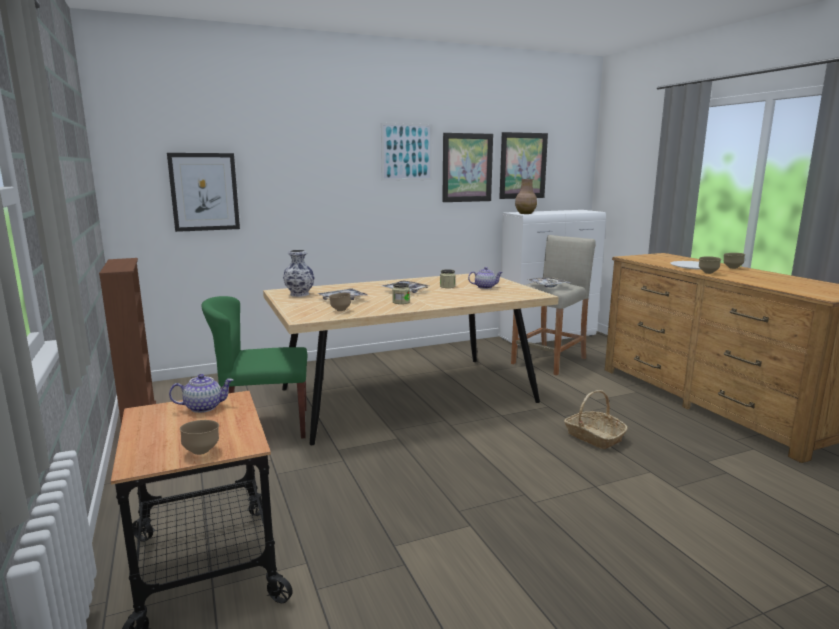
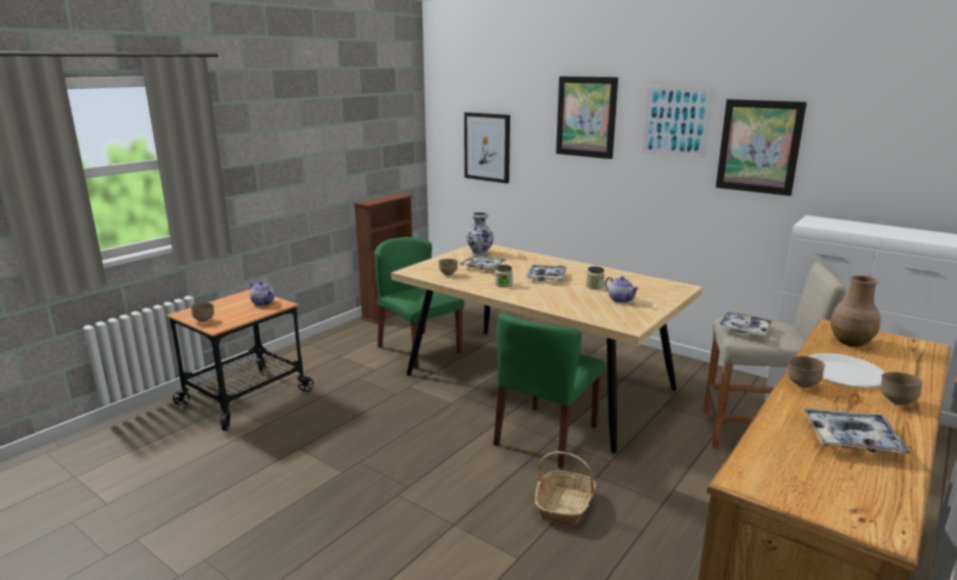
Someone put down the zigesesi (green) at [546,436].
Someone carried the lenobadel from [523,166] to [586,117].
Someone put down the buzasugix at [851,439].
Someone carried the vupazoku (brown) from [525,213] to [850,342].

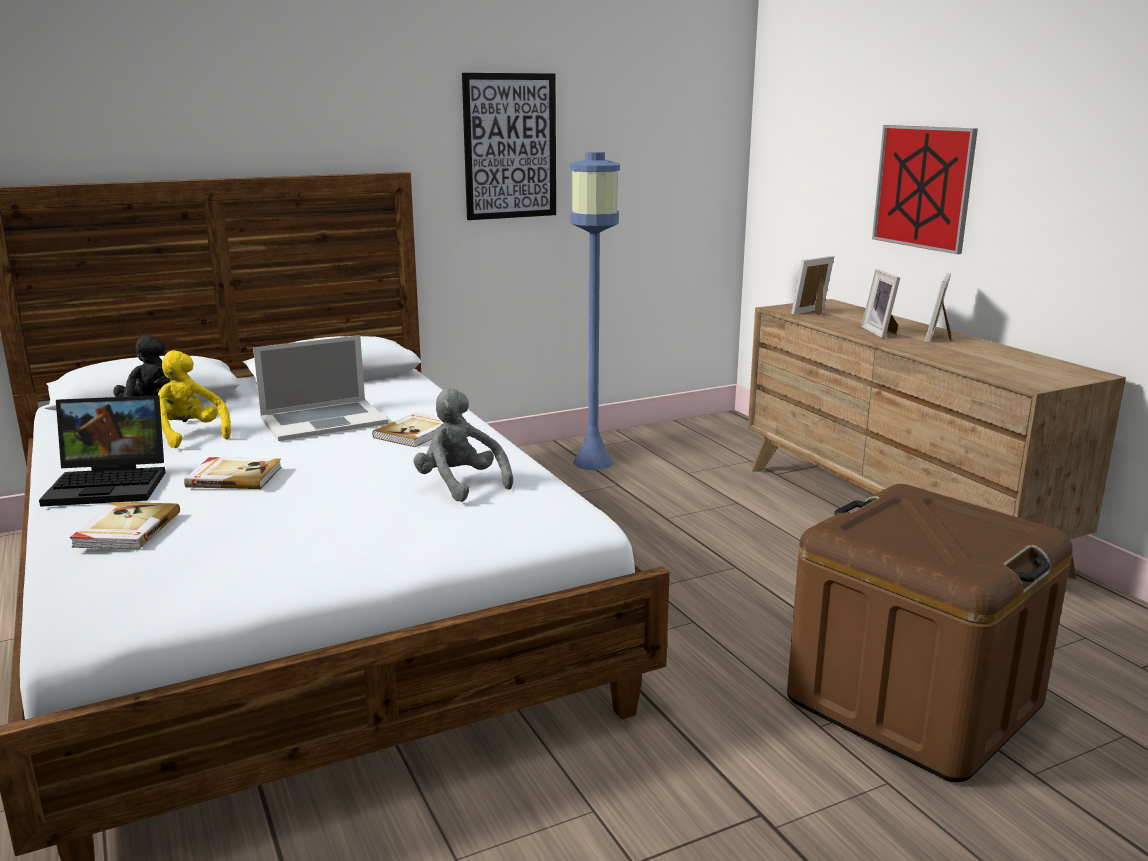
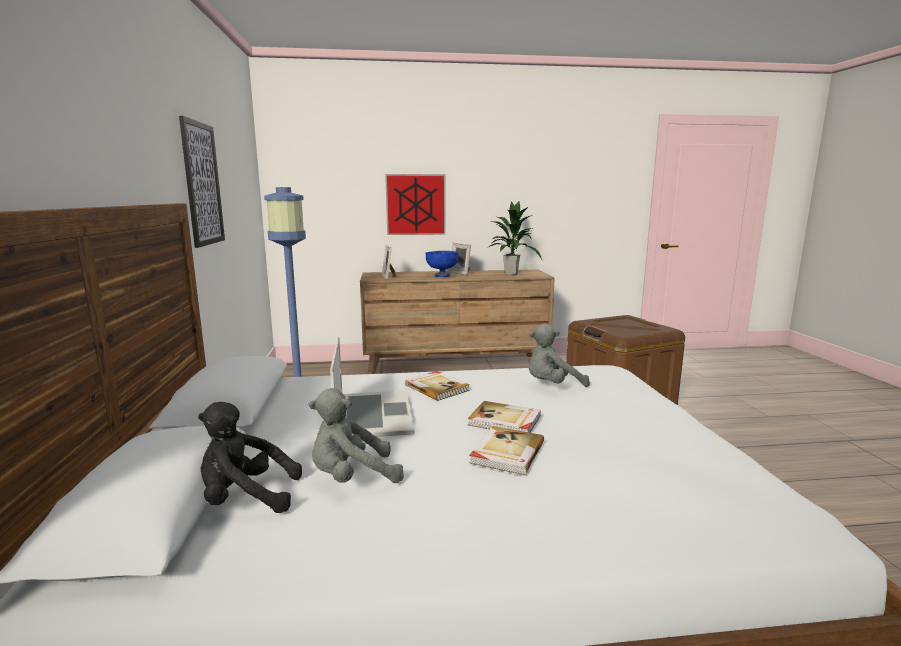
Someone repainted the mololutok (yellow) at [187,435], which became the mololutok (grey) at [352,477].
Someone swapped the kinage at [881,332] for the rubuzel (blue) at [442,276].
Someone carried the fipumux from [126,530] to [504,421].
Someone put down the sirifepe at [510,274].
Someone took away the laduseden at [112,484].

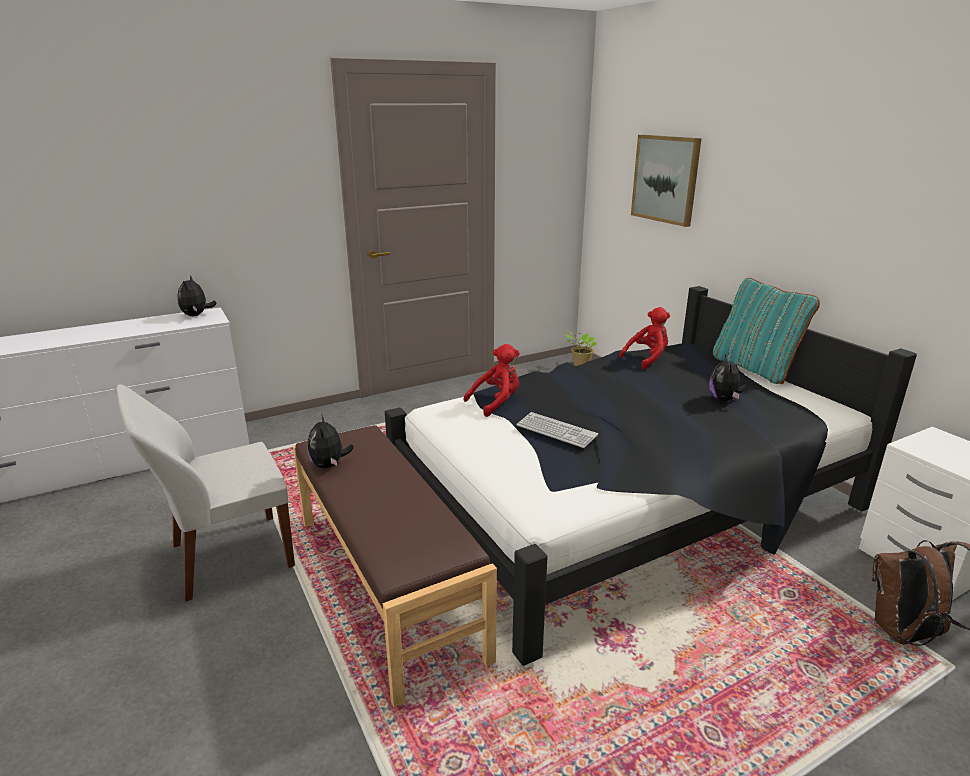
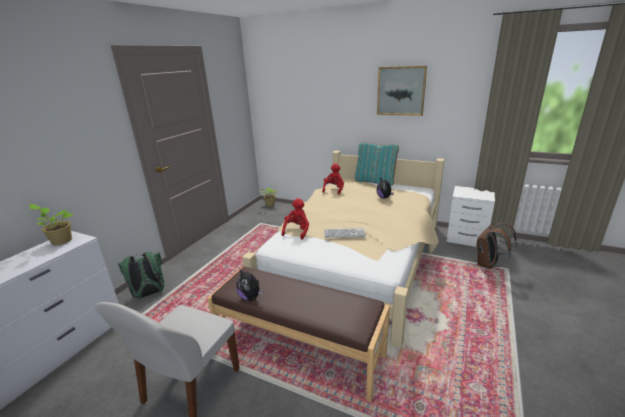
Someone swapped the mololutok at [196,315] for the sirifepe at [60,241].
Someone put down the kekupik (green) at [149,294].
Someone repainted the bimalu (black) at [623,503], which became the bimalu (beige) at [357,260].
Someone carried the lenobadel from [665,179] to [401,91].

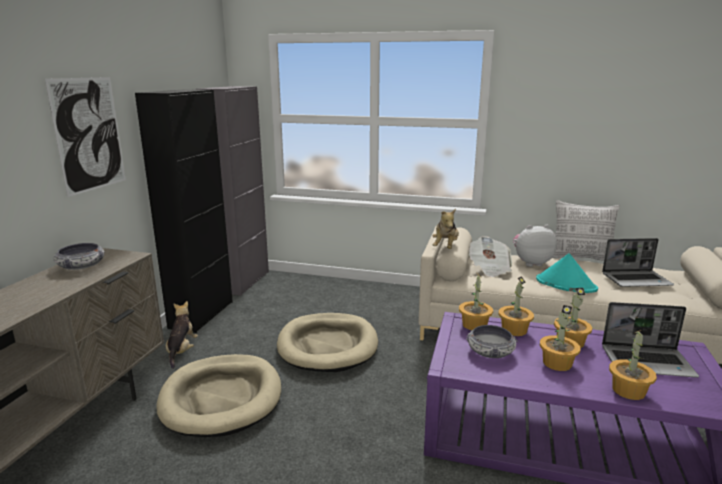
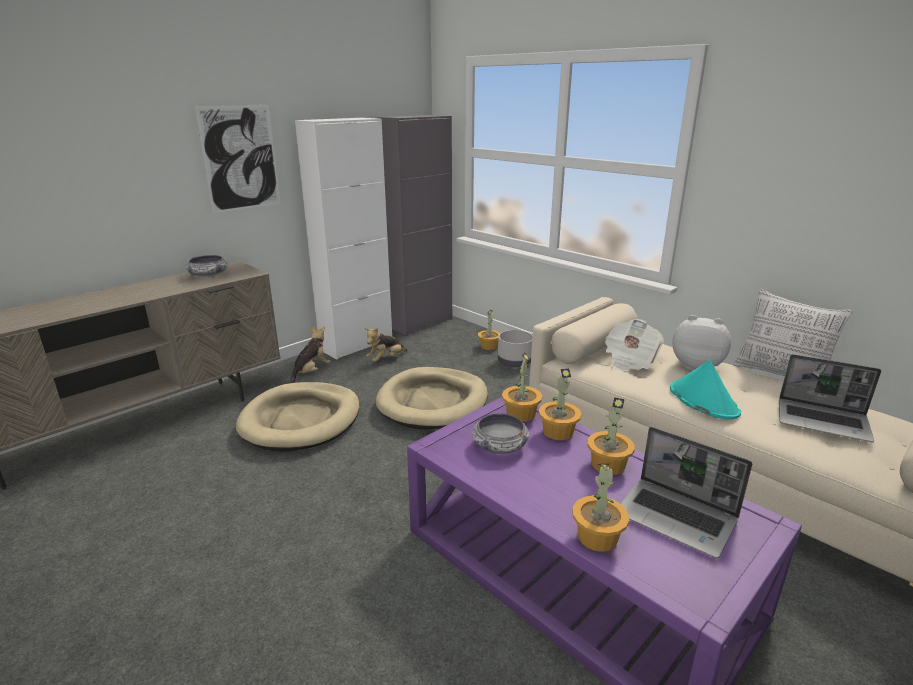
Someone repainted the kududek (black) at [201,314], which became the kududek (white) at [356,344].
Someone carried the mololutok from [445,247] to [386,359].
Someone carried the sirifepe from [557,363] to [489,346].
Someone put down the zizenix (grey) at [514,362].

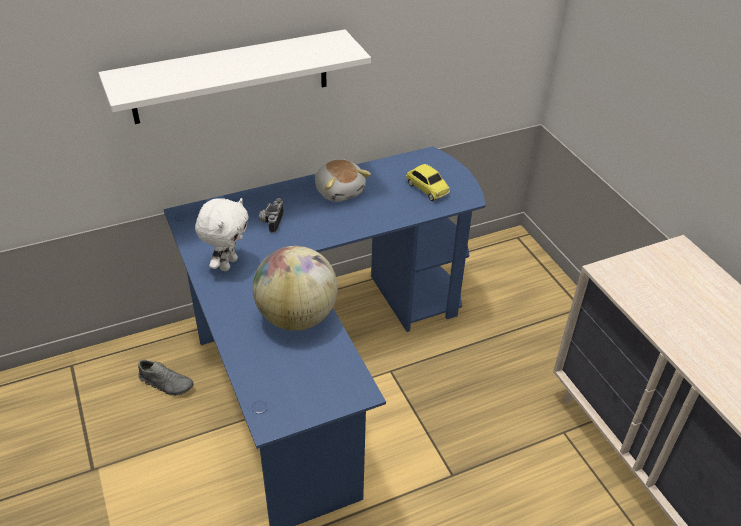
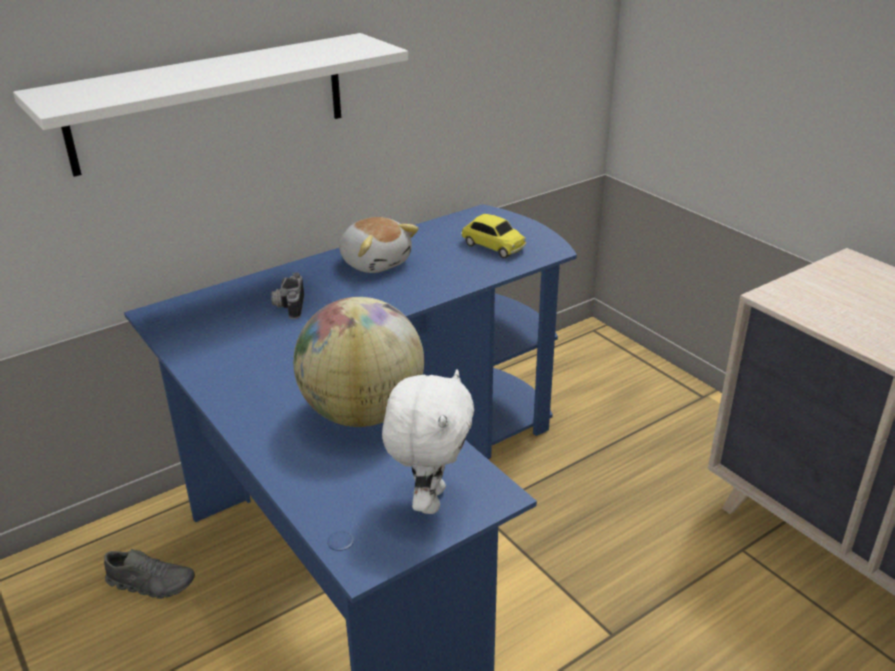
Someone carried the mololutok (white) from [227,264] to [429,499].

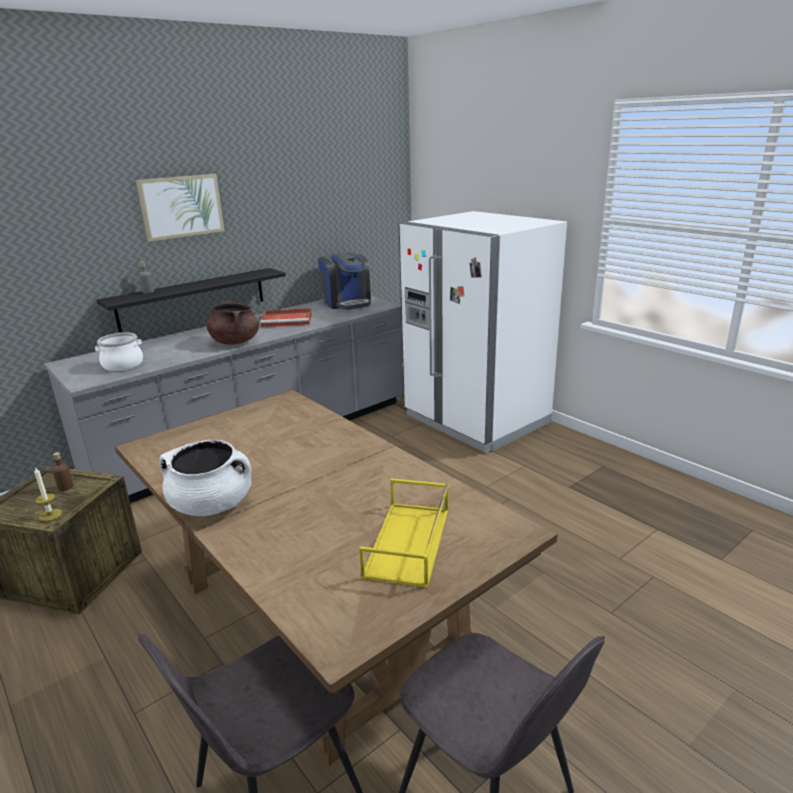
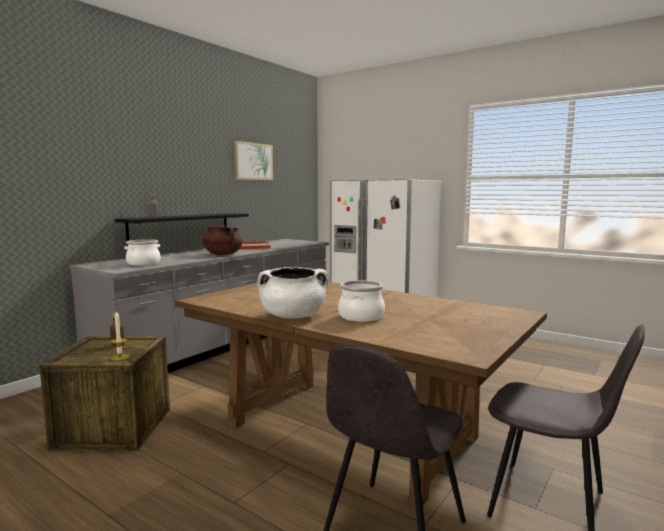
Someone carried the lenobadel from [181,206] to [253,161].
Someone put down the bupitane at [360,316].
Someone took away the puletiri at [347,303].
Someone took away the buzasugix (yellow) at [409,543].

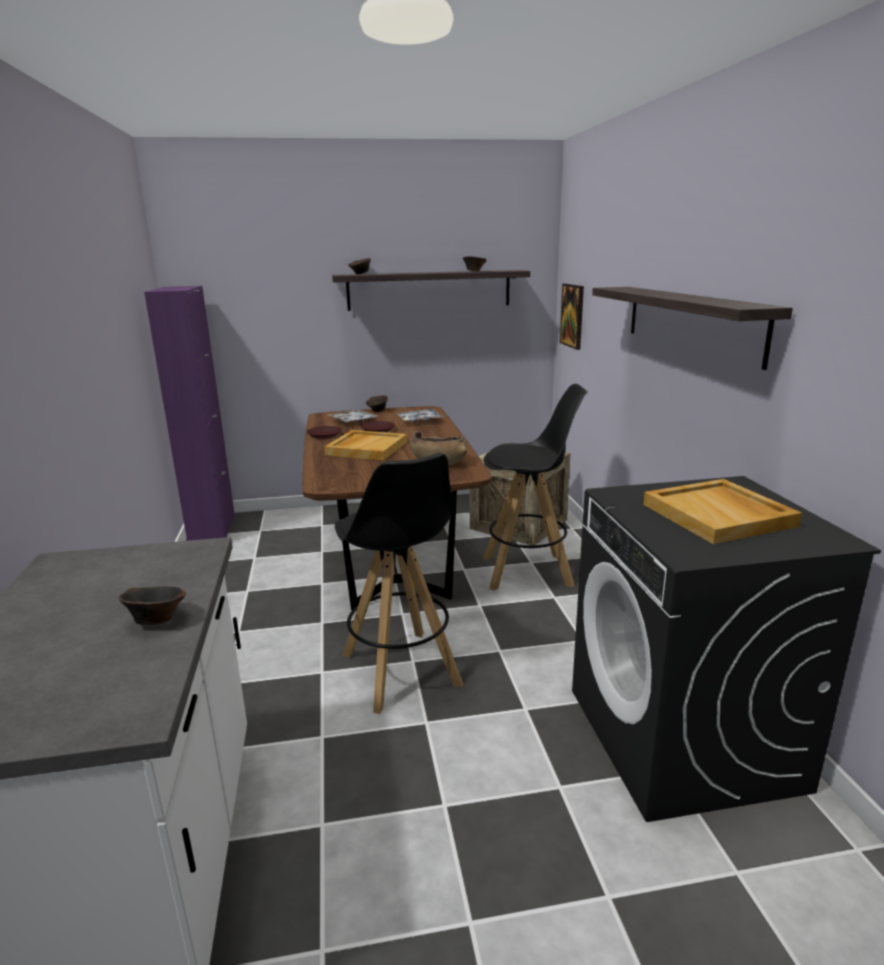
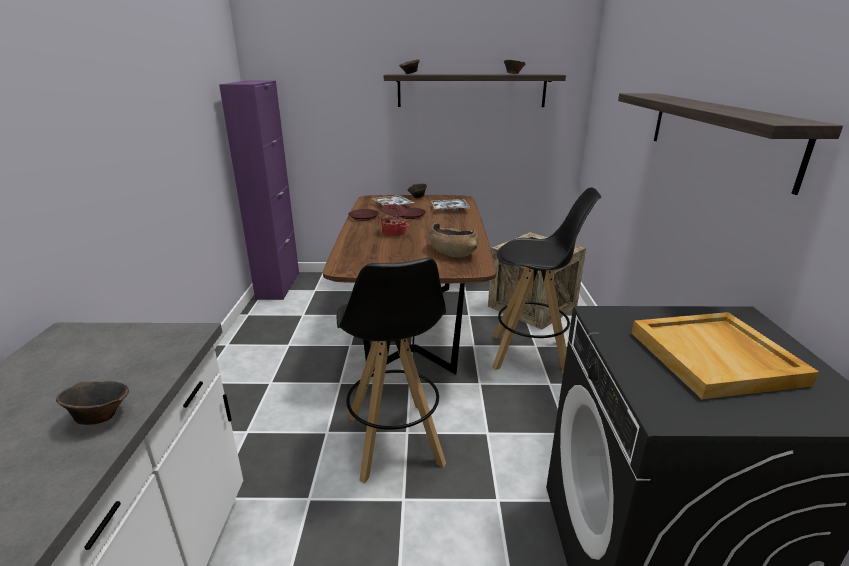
Someone swapped the buzasugix (beige) at [366,448] for the bupitane at [394,233].
Someone took away the lenobadel at [573,315].

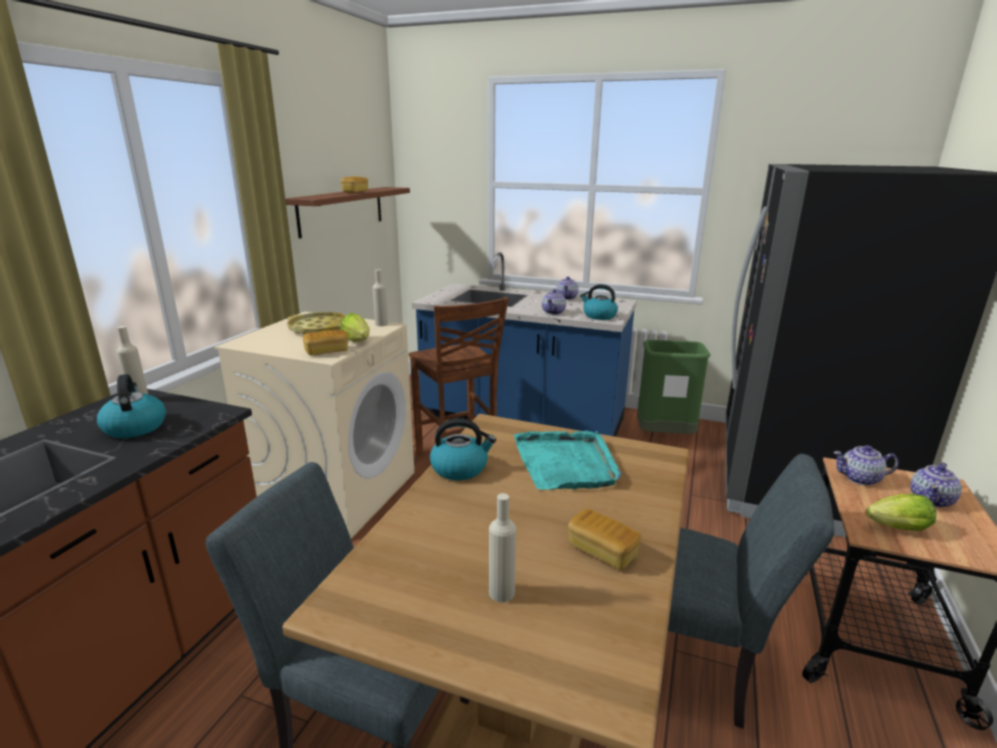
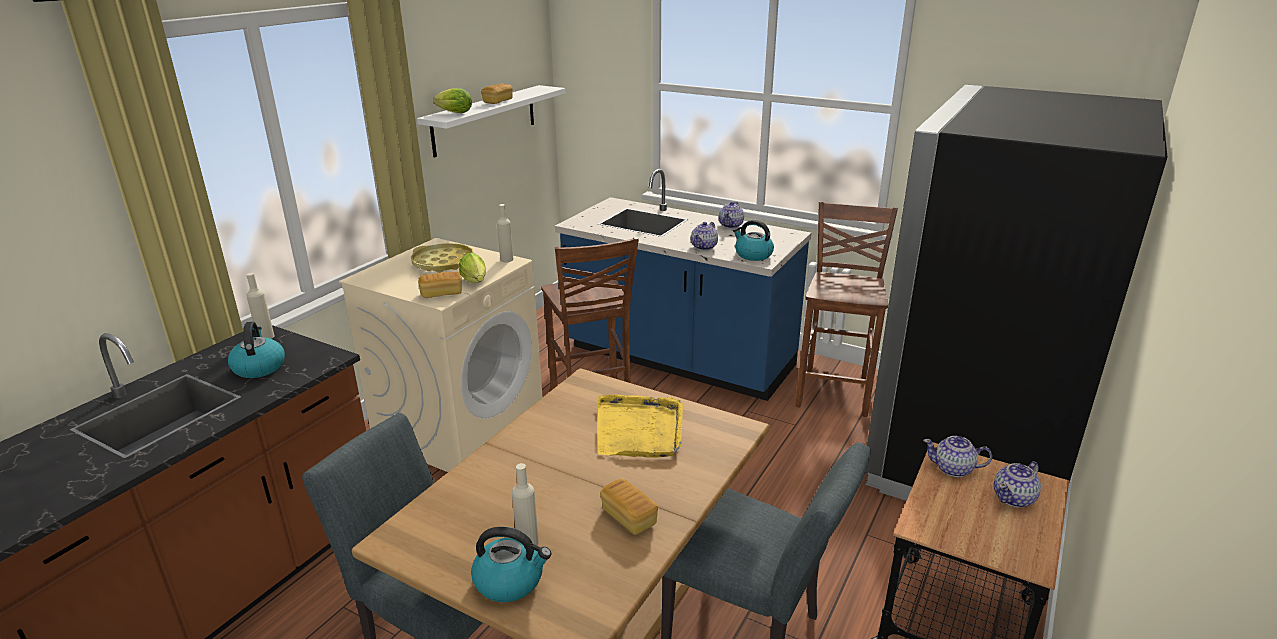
Someone repainted the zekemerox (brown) at [342,210], which became the zekemerox (white) at [485,120].
Someone carried the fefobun from [894,528] to [453,113].
Someone carried the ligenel from [460,468] to [510,581].
Someone repainted the buzasugix (turquoise) at [566,463], which became the buzasugix (yellow) at [639,429].
Someone swapped the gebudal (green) at [664,436] for the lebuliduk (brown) at [835,391].

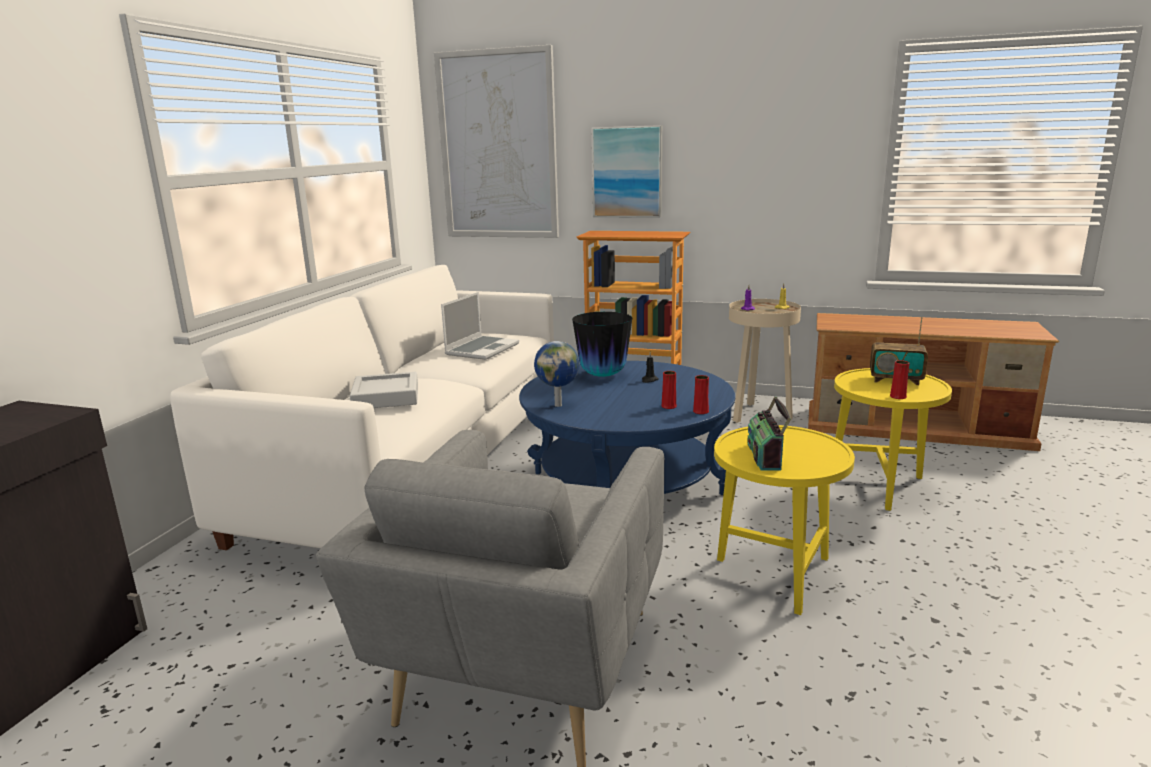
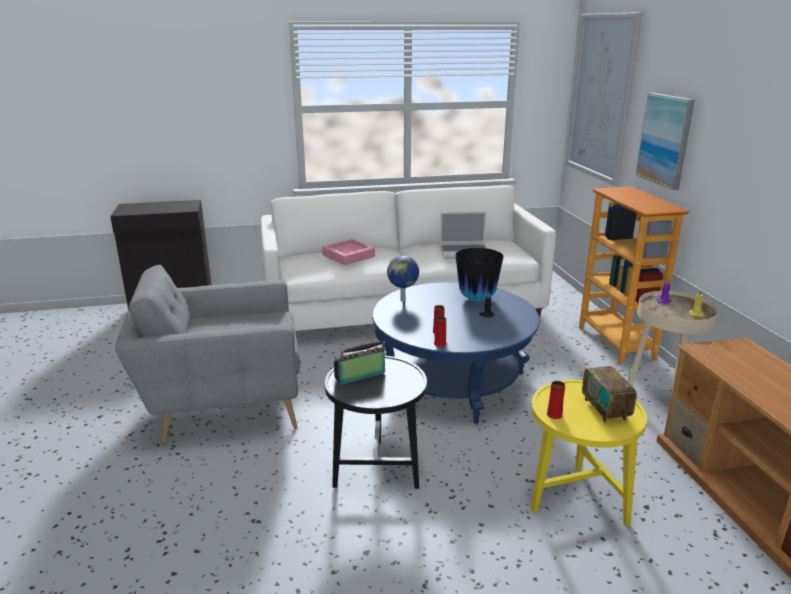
Someone repainted the buzasugix (grey) at [386,397], which became the buzasugix (pink) at [348,256].
Someone repainted the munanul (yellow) at [774,574], which became the munanul (black) at [377,468].

